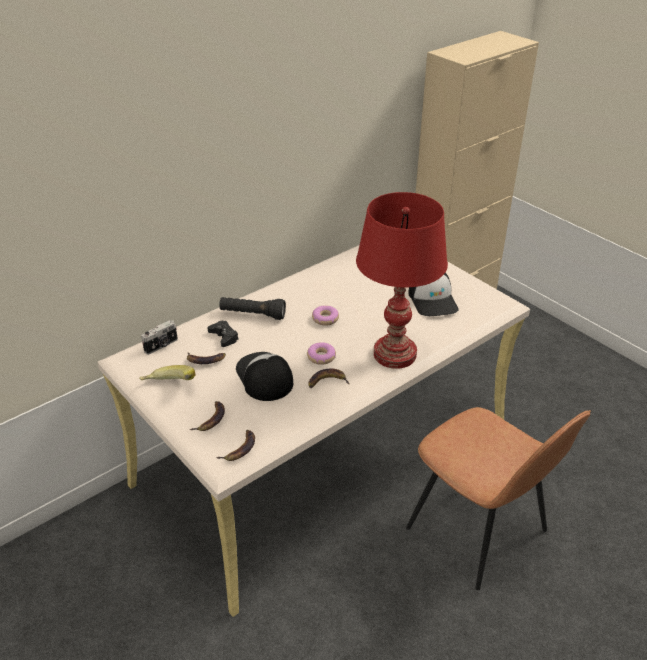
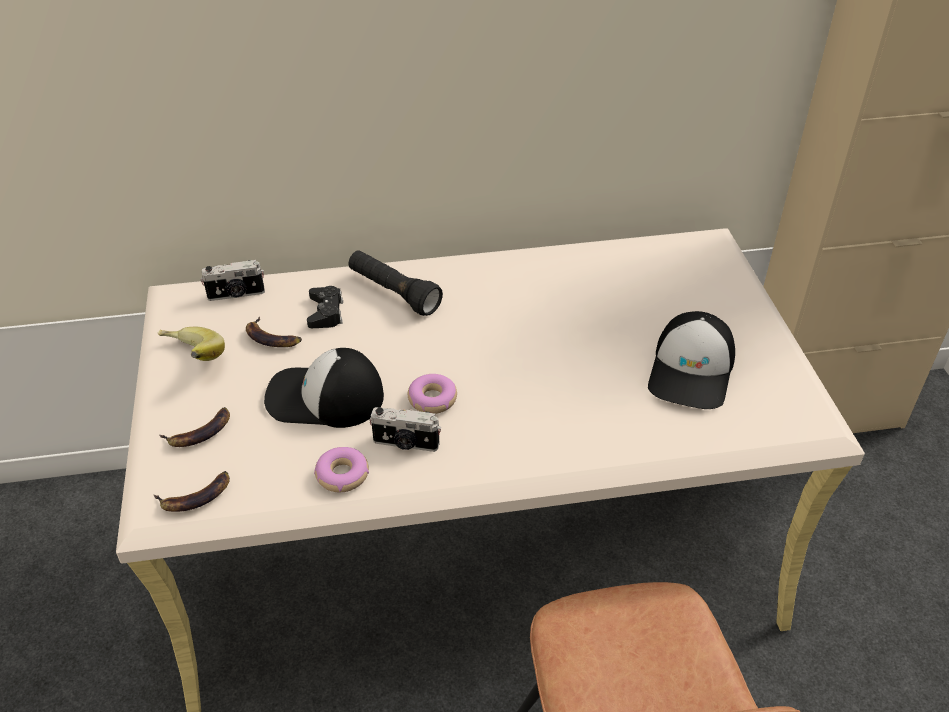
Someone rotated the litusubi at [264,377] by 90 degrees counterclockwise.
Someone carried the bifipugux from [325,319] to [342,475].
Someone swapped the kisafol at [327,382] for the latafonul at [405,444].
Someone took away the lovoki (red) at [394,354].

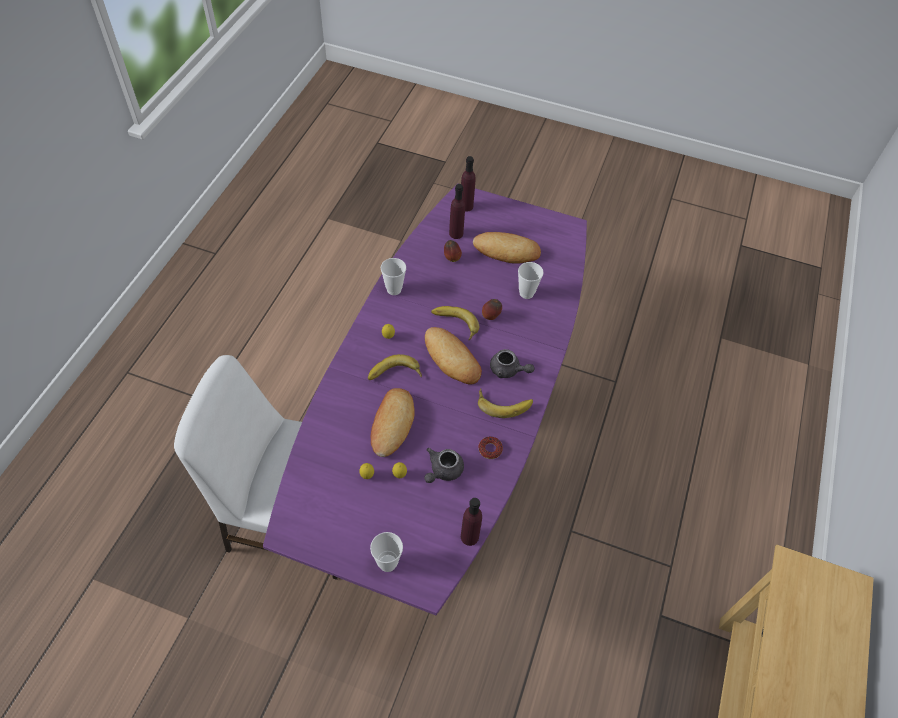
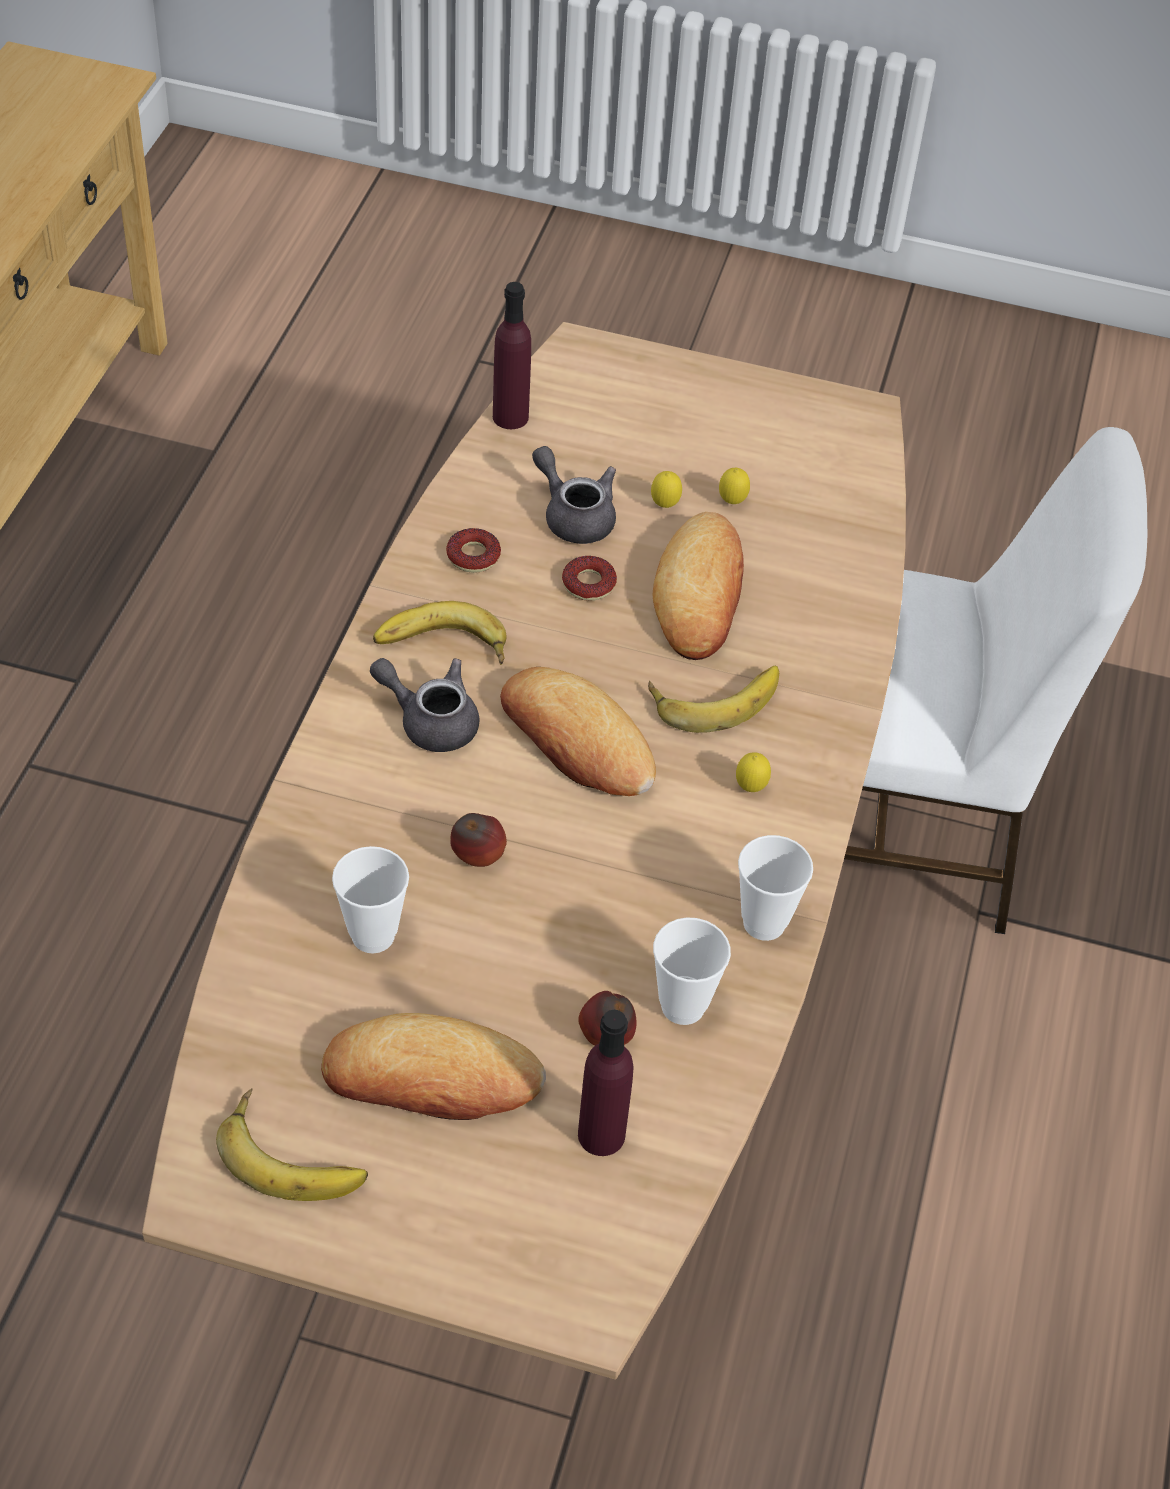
Someone repainted the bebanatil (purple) at [443,445], which became the bebanatil (brown) at [565,996].
Someone carried the kisafol from [454,325] to [294,1153].
Someone rotated the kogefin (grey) at [443,471] by 75 degrees counterclockwise.
Someone put down the bifipugux at [588,584].
Someone carried the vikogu from [387,563] to [683,1006].
Someone took away the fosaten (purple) at [466,206].

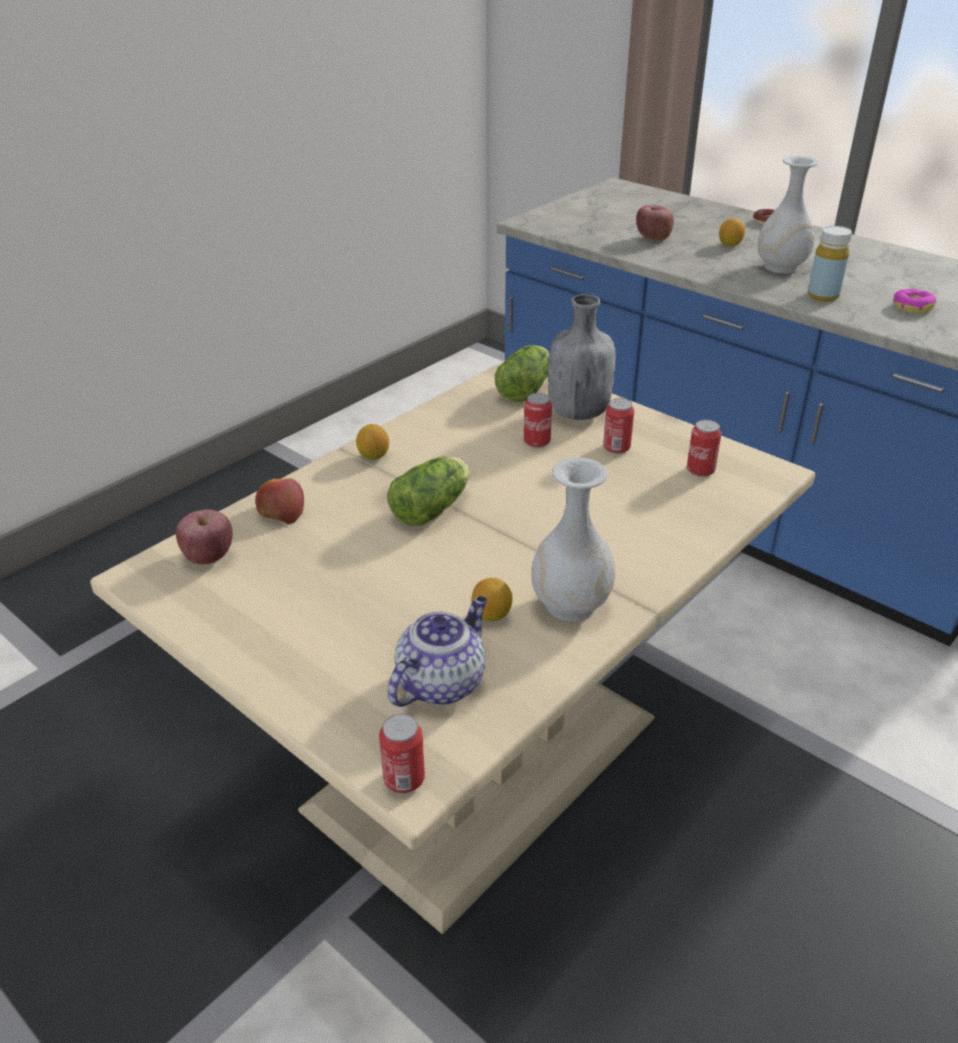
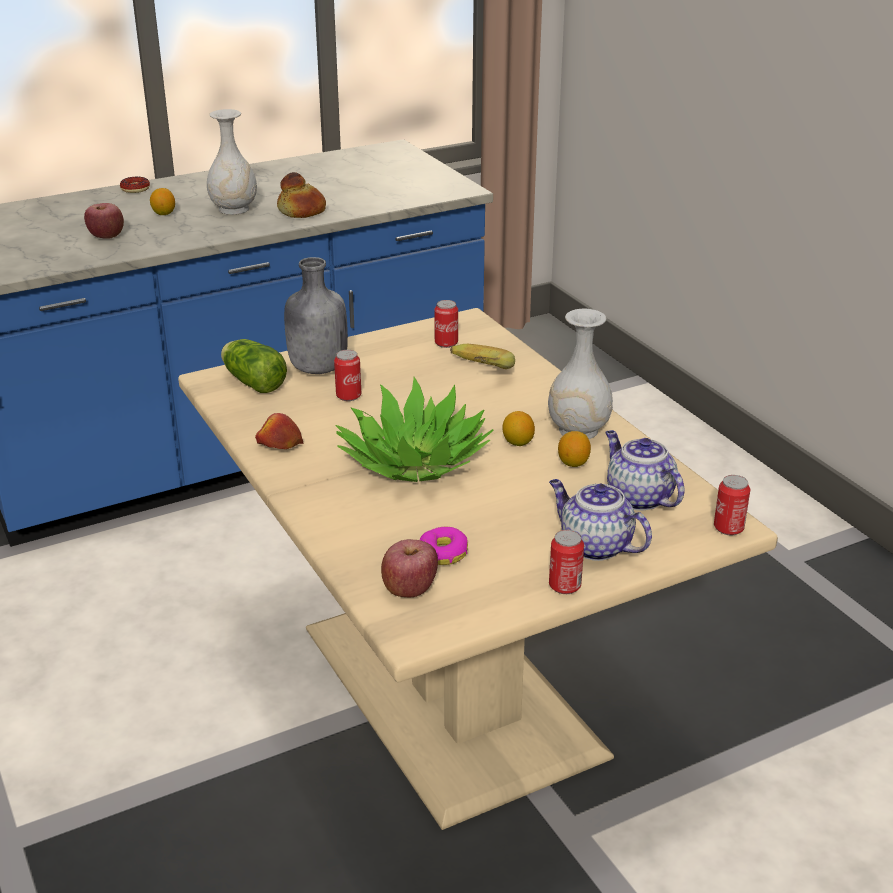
Someone carried the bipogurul from [281,511] to [279,445].
Someone swapped the fosaten (yellow) at [823,296] for the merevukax at [302,211].
Someone swapped the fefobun at [434,507] for the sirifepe at [413,461].
Someone carried the bifipugux from [912,307] to [443,553].
Someone put down the kisafol at [476,375].
Someone carried the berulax from [373,456] to [518,443].
Someone put down the kogefin at [594,546].
Someone carried the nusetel from [616,448] to [564,586].

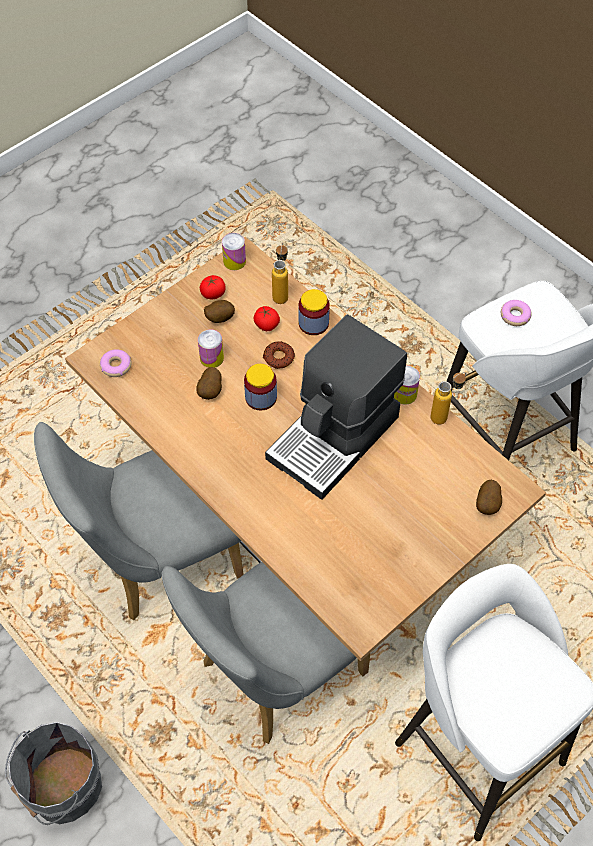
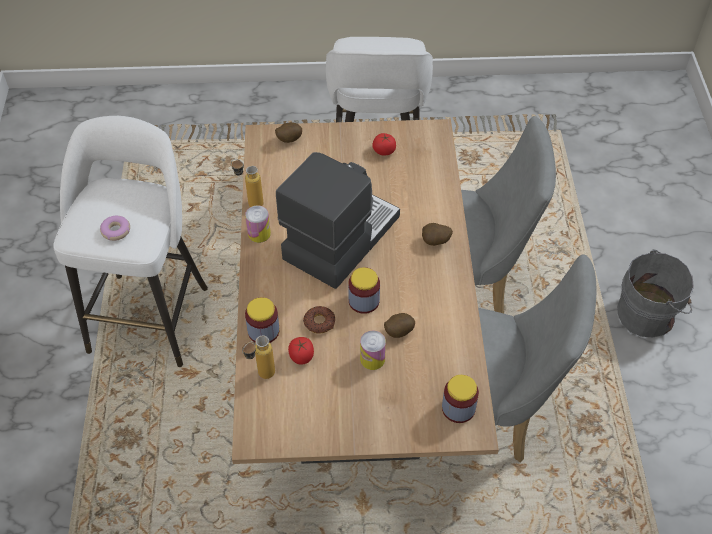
Someone rotated the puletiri at [335,437] by 45 degrees counterclockwise.
Someone carried the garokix from [213,294] to [384,151].
Someone carried the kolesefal from [219,318] to [435,242].
Someone swapped the bifipugux at [116,366] for the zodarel at [458,408].
Someone took away the nusetel at [234,261].

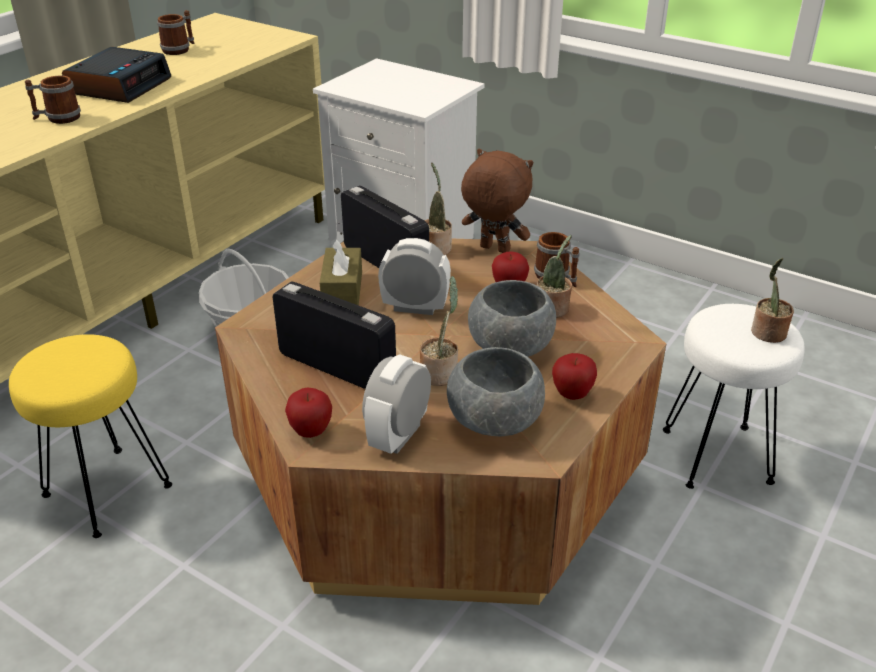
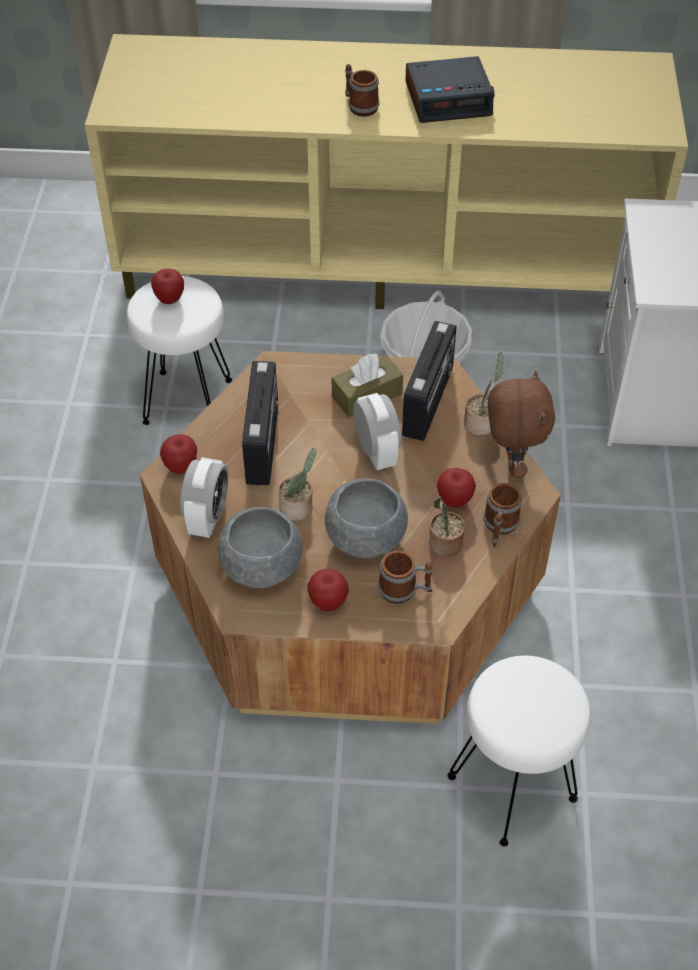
Someone repainted the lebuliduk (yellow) at [106,492], which became the lebuliduk (white) at [186,401].
Someone put down the bipogurul at [169,299].
Someone rotated the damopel at [398,435] by 105 degrees clockwise.
Someone carried the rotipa from [180,49] to [404,590].
Someone took away the sirifepe at [767,334].

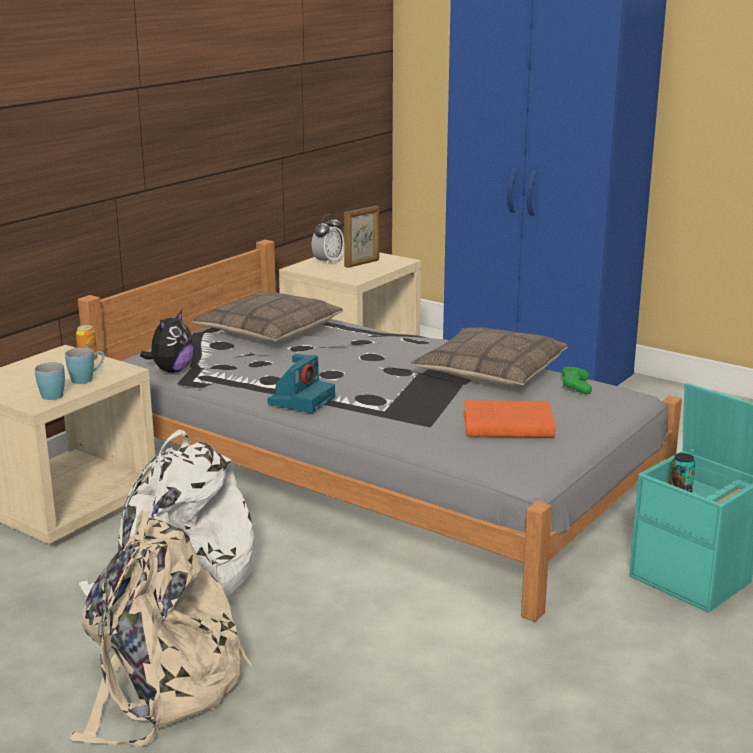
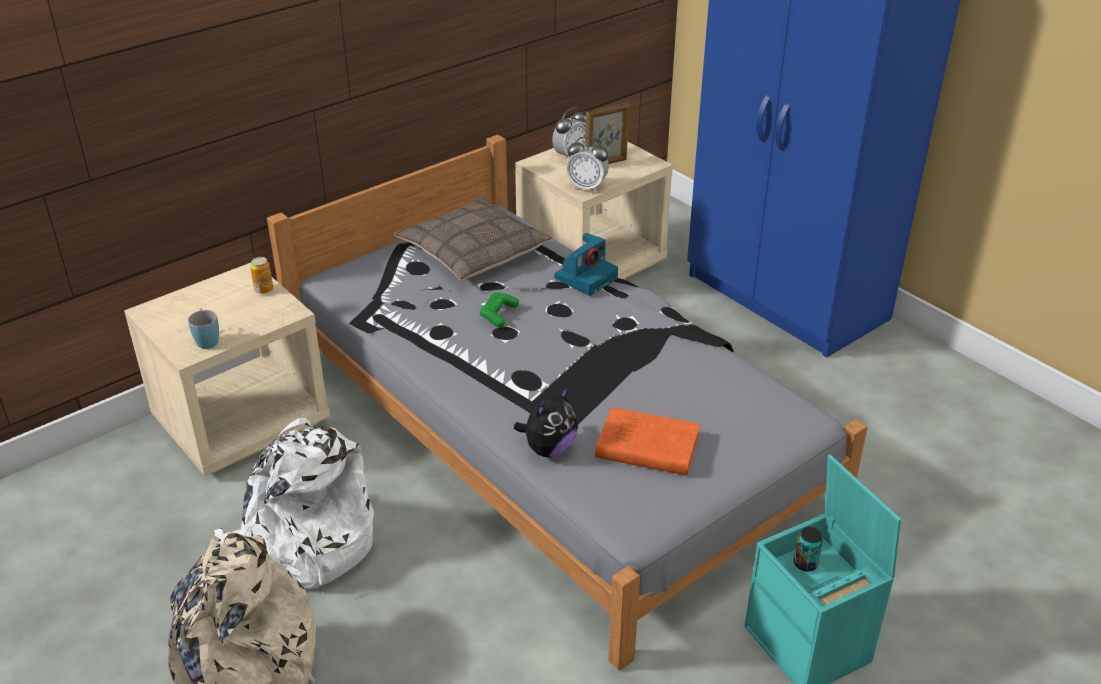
Someone carried the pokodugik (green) from [575,386] to [498,314].
Someone carried the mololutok from [171,370] to [549,449].
Someone carried the latafonul from [301,400] to [586,277].
Someone put down the damopel at [587,187].
Someone took away the rotipa (blue) at [87,379].
Someone took away the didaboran at [490,372].

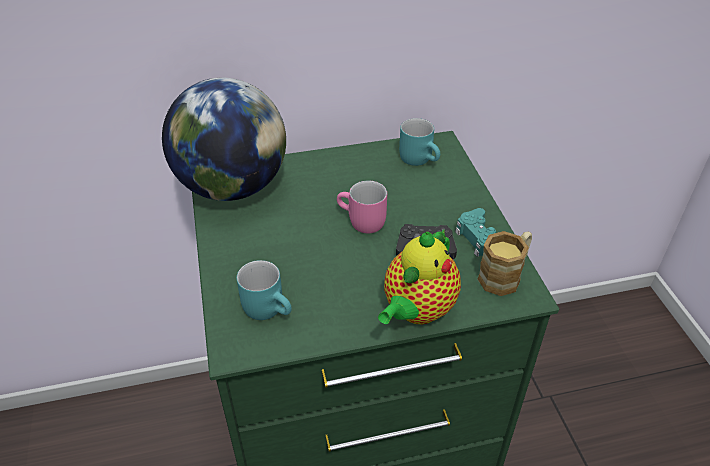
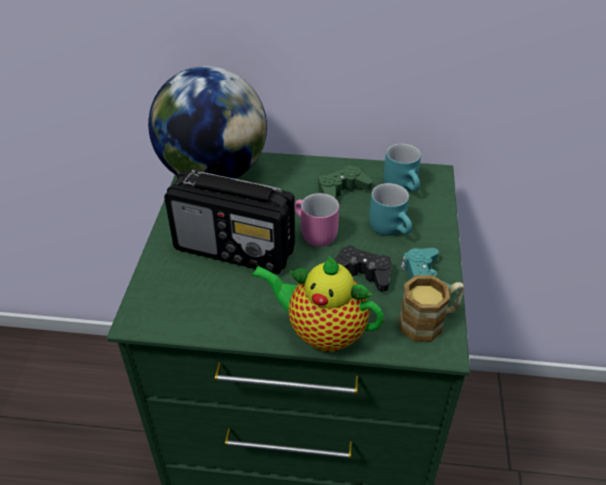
Someone put down the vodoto at [235,249].
Someone rotated the kogefin at [416,311] by 60 degrees clockwise.
Someone put down the pokodugik (green) at [342,190].
Someone carried the rotipa (turquoise) from [270,308] to [392,228].

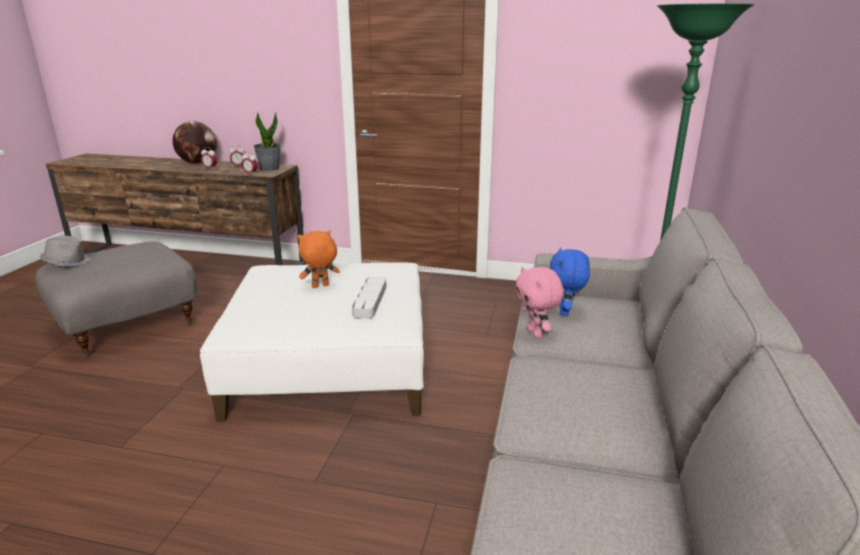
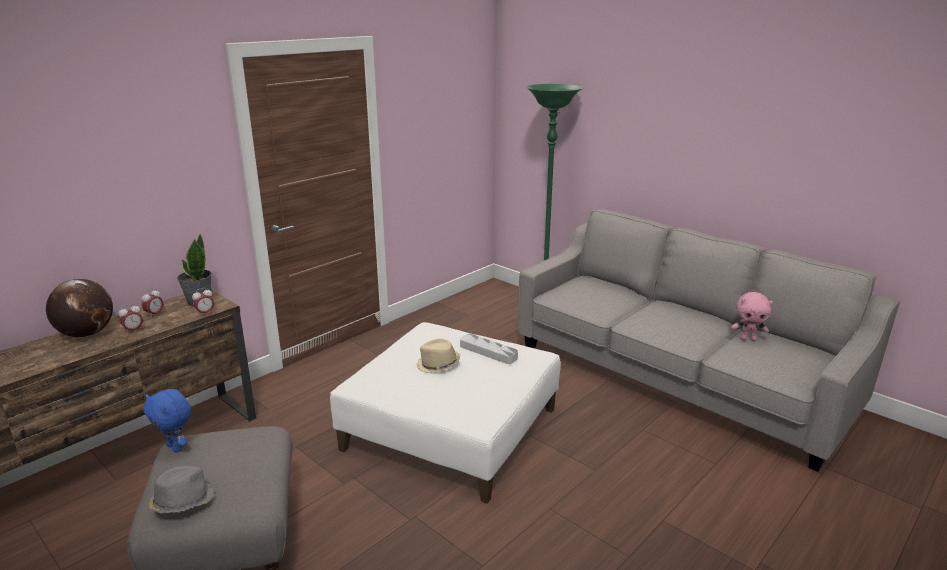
Someone carried the mololutok (blue) from [565,312] to [176,447].
Someone swapped the mololutok (orange) at [320,286] for the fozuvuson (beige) at [438,365].
Someone carried the mololutok (pink) from [536,333] to [748,339].

